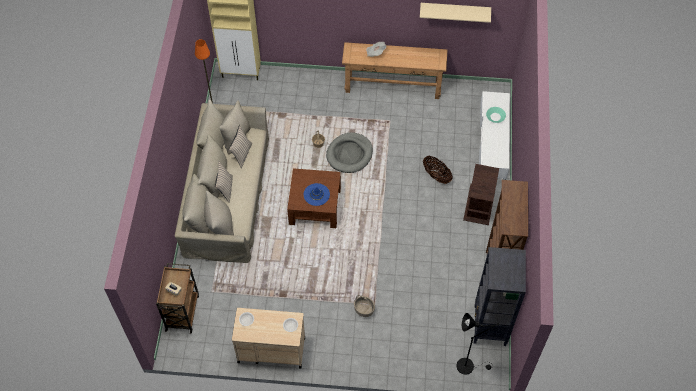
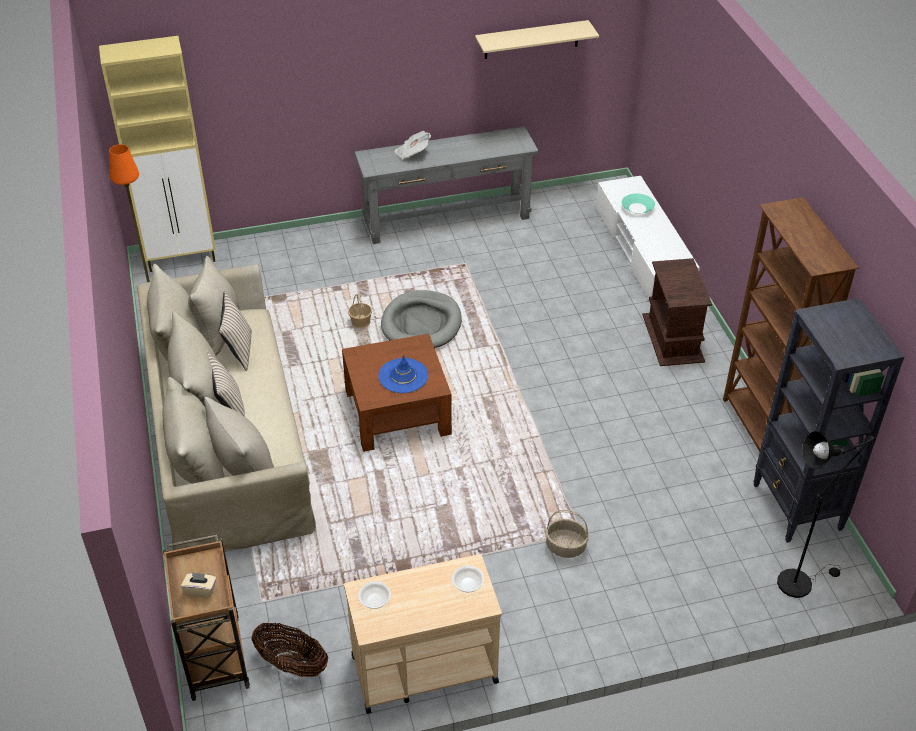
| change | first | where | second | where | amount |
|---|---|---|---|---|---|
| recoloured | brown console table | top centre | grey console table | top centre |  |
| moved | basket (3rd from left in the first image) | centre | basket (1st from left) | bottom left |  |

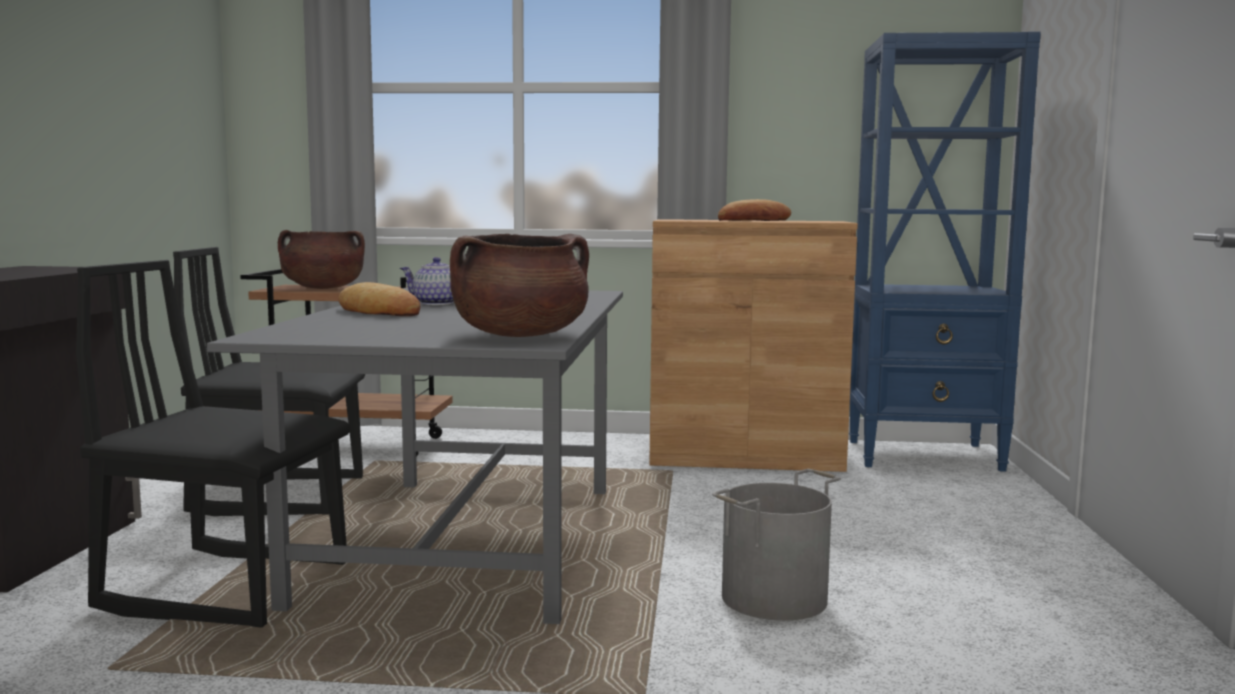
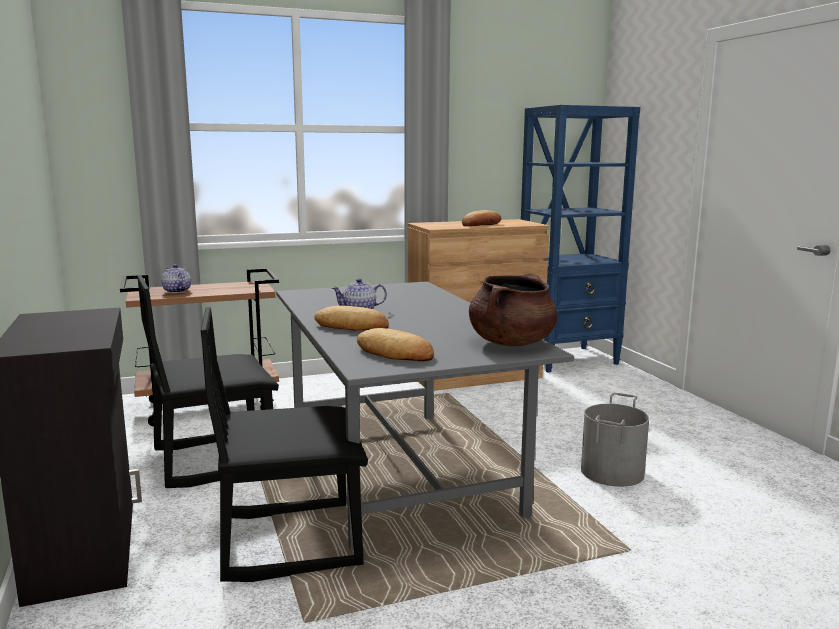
| change | first | where | second | where | amount |
|---|---|---|---|---|---|
| replaced | brown cooking pot (1st from left) | middle left | teapot (1st from left) | middle left |  |
| added |  |  | bread (2nd from left) | centre |  |

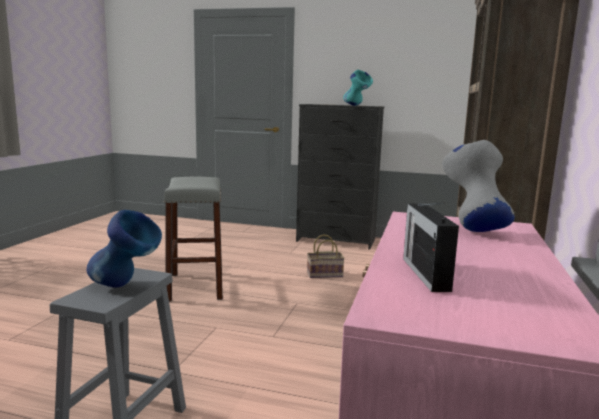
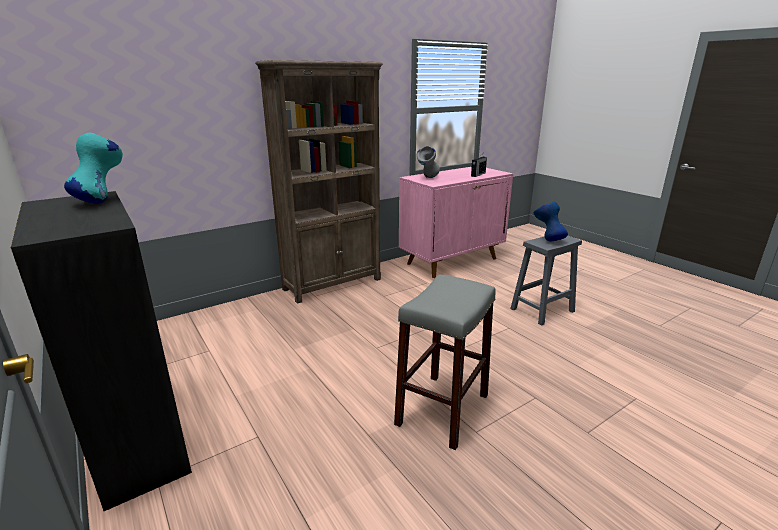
| change | first | where | second | where | amount |
|---|---|---|---|---|---|
| removed | basket | centre |  |  |  |

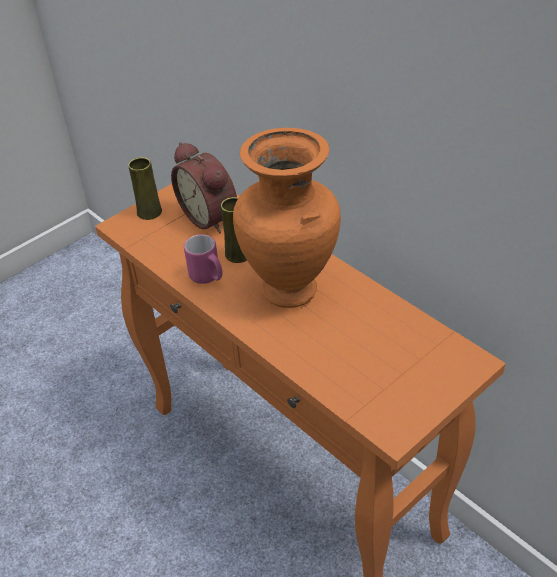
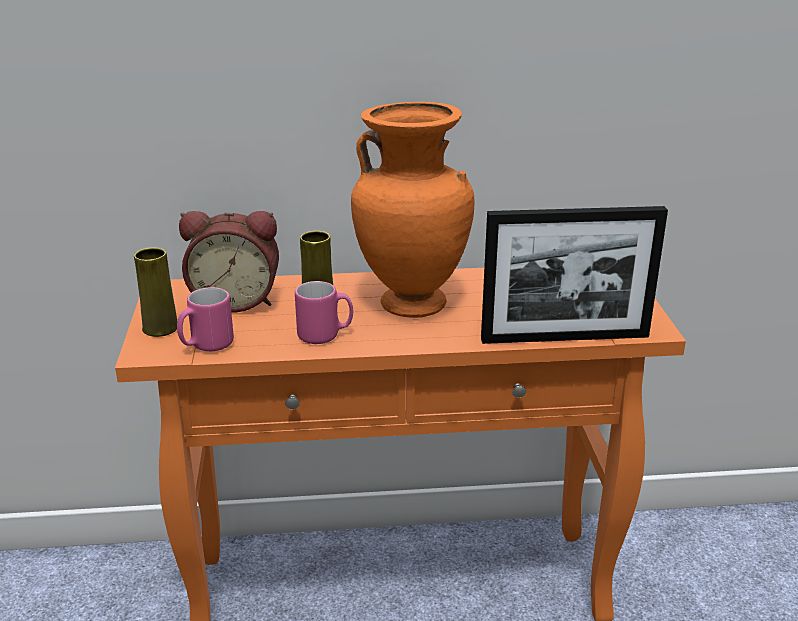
| change | first | where | second | where | amount |
|---|---|---|---|---|---|
| added |  |  | picture frame | middle right |  |
| added |  |  | pink mug (1st from left) | middle left |  |

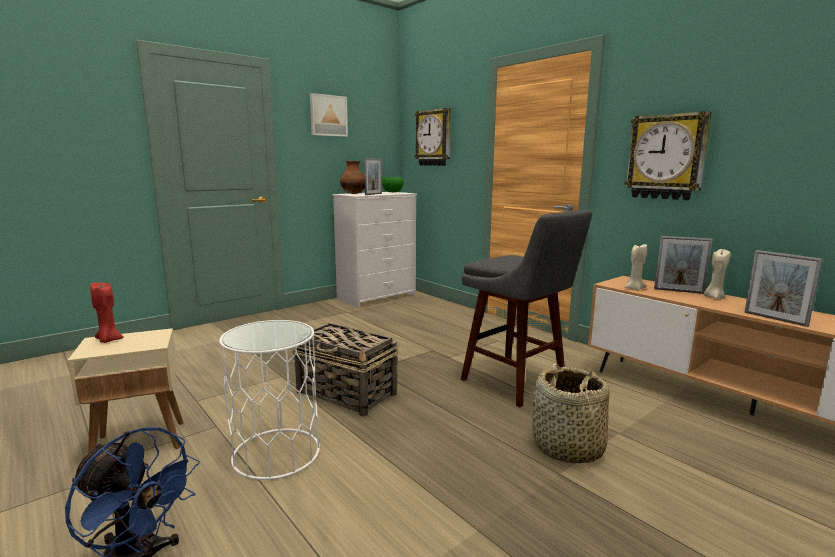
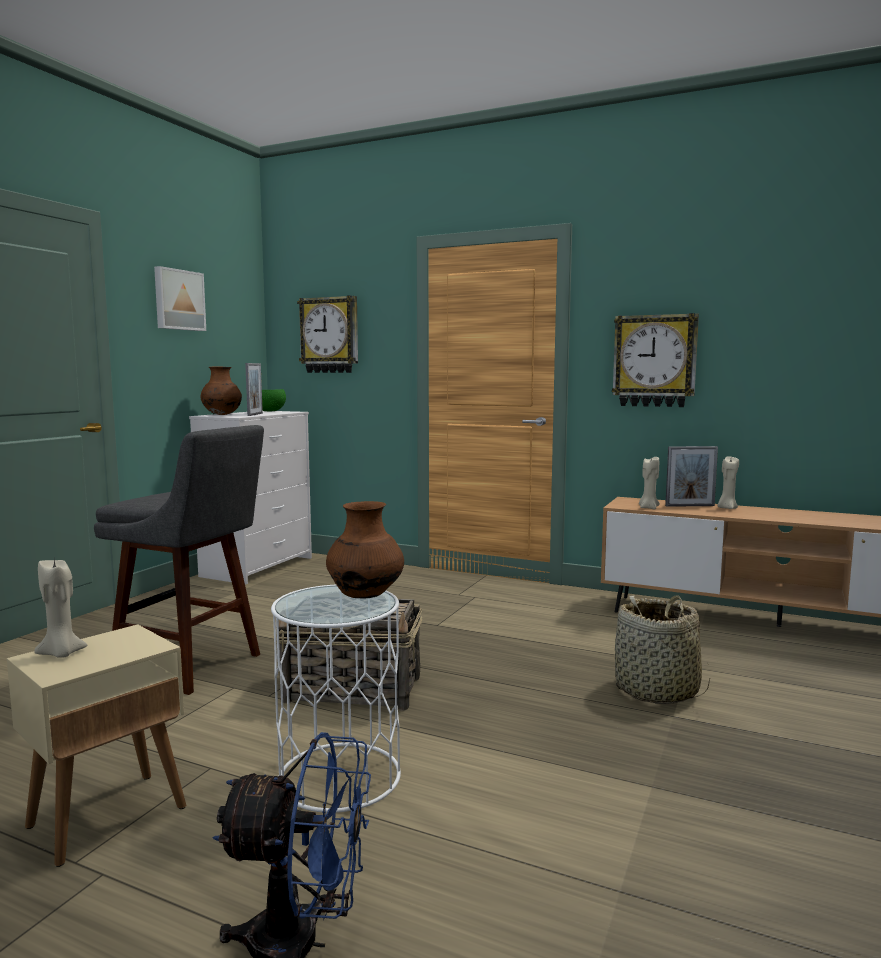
| change | first | where | second | where | amount |
|---|---|---|---|---|---|
| moved | grey stool | centre |  | middle left |  |
| removed | picture frame (3rd from left) | middle right |  |  |  |
| recoloured | red candle | middle left | beige candle (1st from left) | middle left |  |
| added |  |  | brown vase (2nd from left) | centre |  |

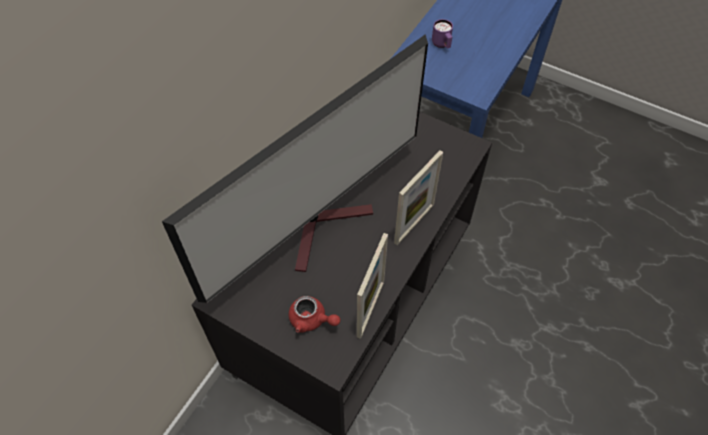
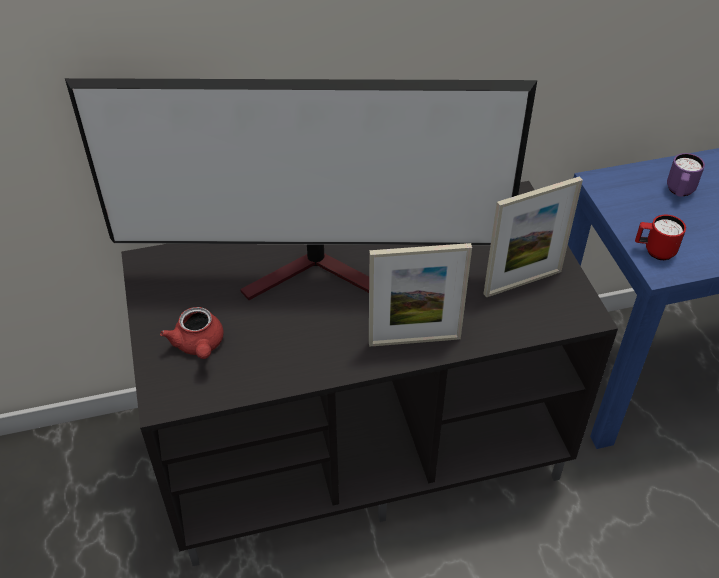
| change | first | where | second | where | amount |
|---|---|---|---|---|---|
| moved | picture frame (1st from left in the first image) | centre | picture frame (2nd from left) | middle right |  |
| added |  |  | red mug | middle right |  |

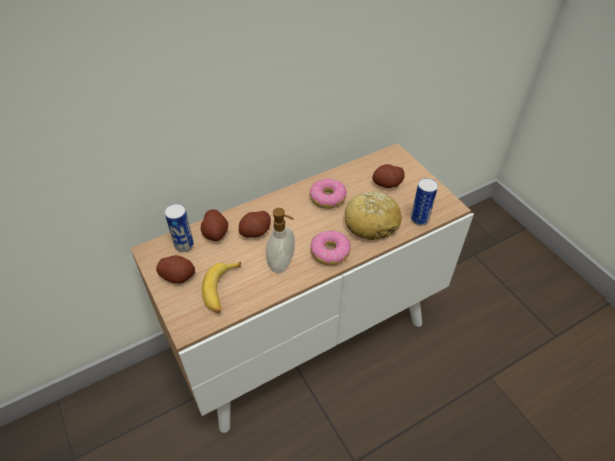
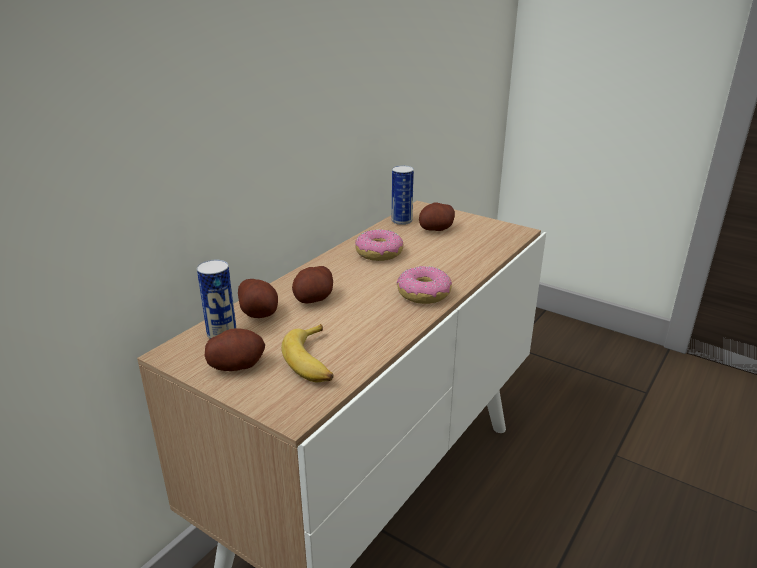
| change | first | where | second | where | amount |
|---|---|---|---|---|---|
| moved | can (2nd from left) | middle right |  | centre |  |
| removed | bread | centre |  |  |  |
| removed | soap dispenser | centre |  |  |  |

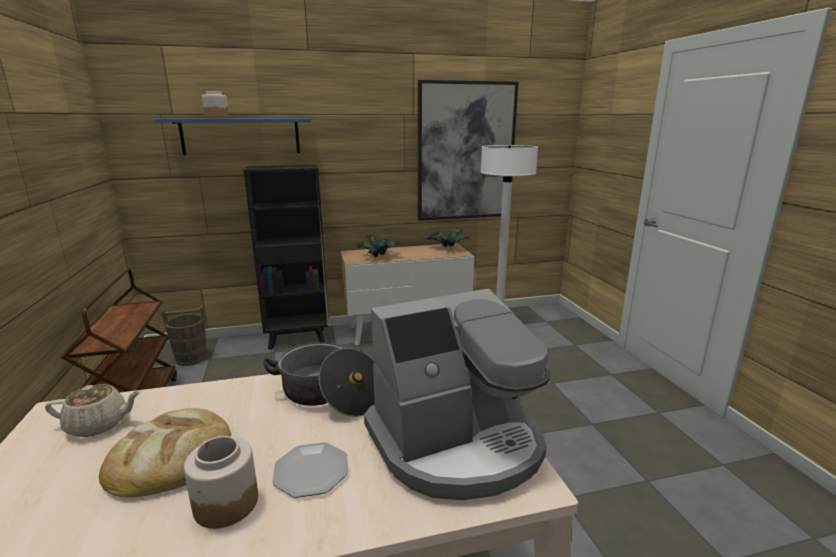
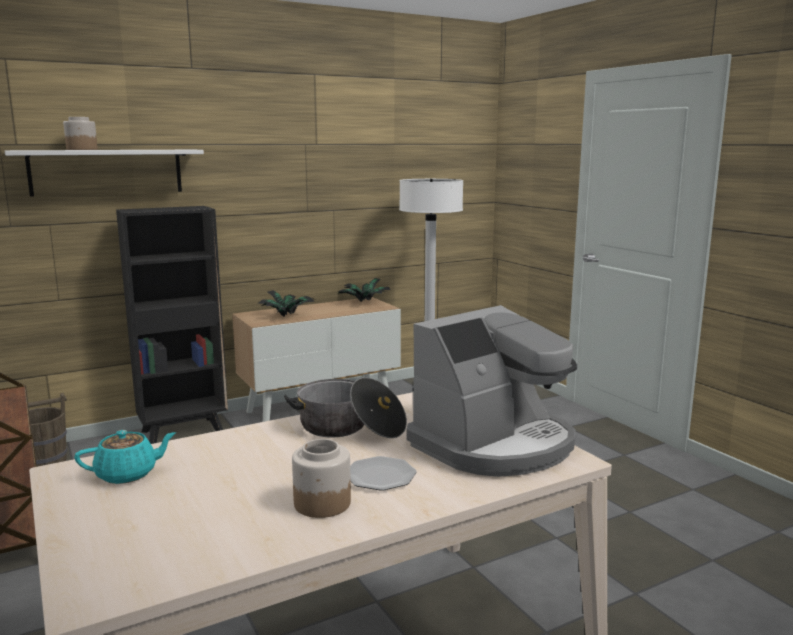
| change | first | where | second | where | amount |
|---|---|---|---|---|---|
| removed | picture | top centre |  |  |  |
| recoloured | blue shelf | top left | white shelf | top left |  |
| recoloured | beige teapot | bottom left | turquoise teapot | bottom left |  |
| removed | bread | bottom left |  |  |  |

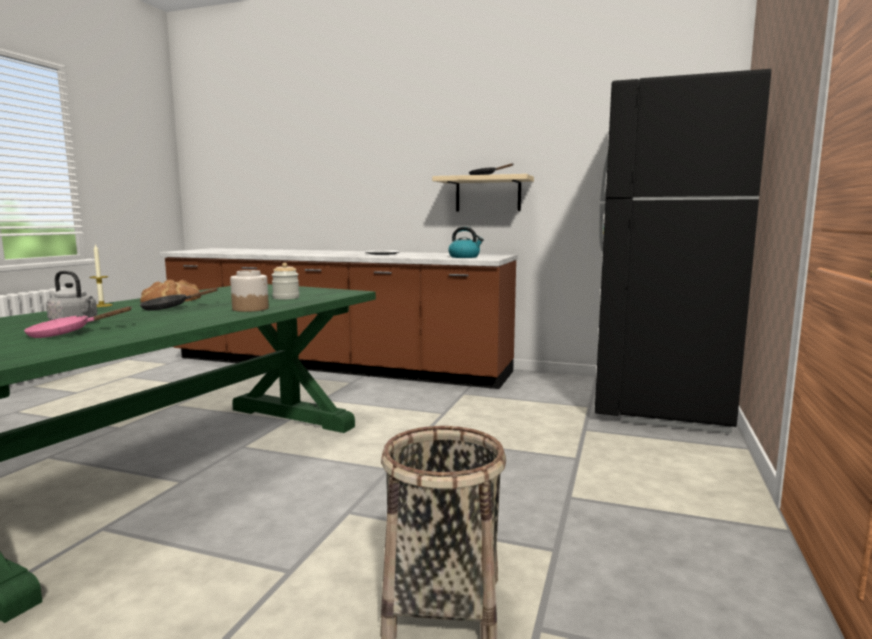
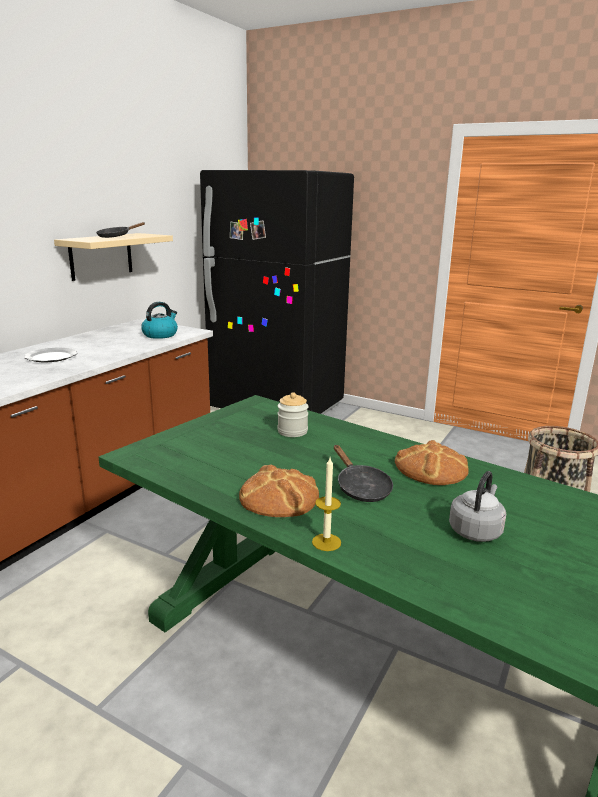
| change | first | where | second | where | amount |
|---|---|---|---|---|---|
| removed | jar (1st from left) | middle left |  |  |  |
| removed | pink frying pan | middle left |  |  |  |
| added |  |  | bread (2nd from left) | middle right |  |

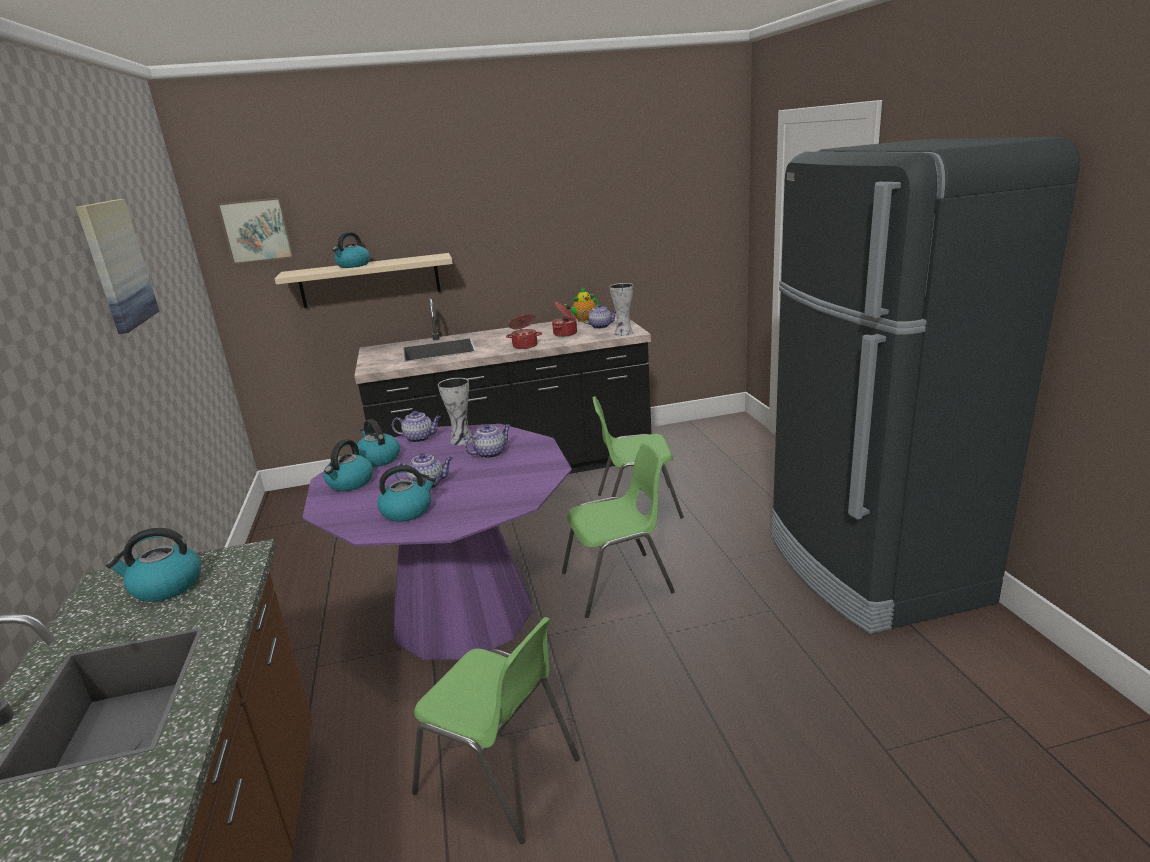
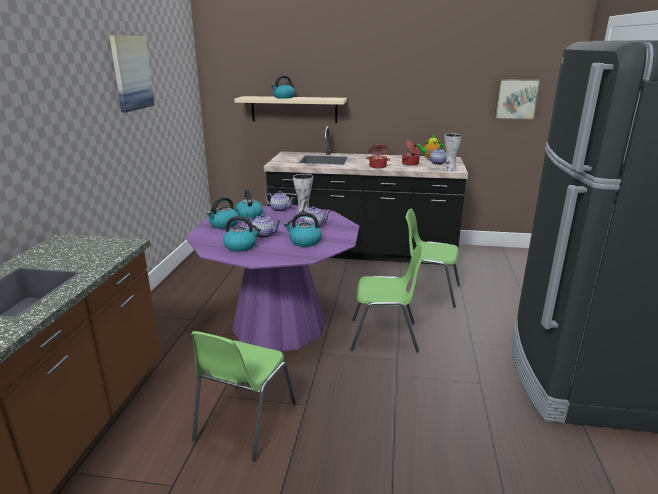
| change | first | where | second | where | amount |
|---|---|---|---|---|---|
| moved | picture (2nd from left) | top left |  | top right |  |
| moved | kettle (1st from left in the first image) | middle left | kettle (5th from left) | centre |  |
| turned | green chair (1st from left) | bottom centre |  | bottom centre | 60 degrees clockwise |

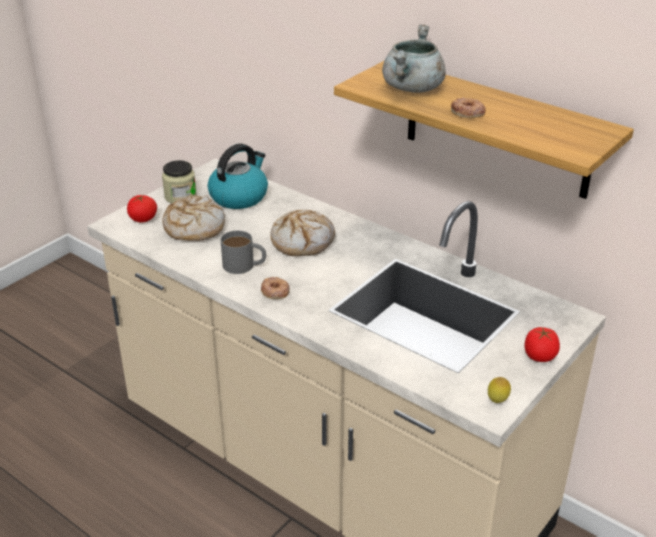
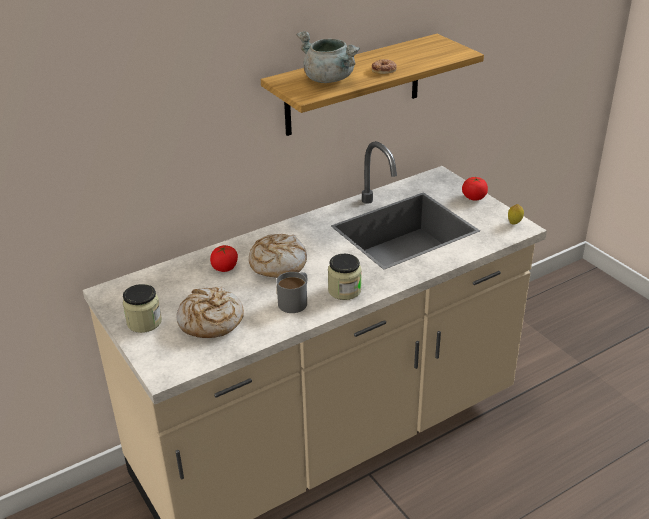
| change | first | where | second | where | amount |
|---|---|---|---|---|---|
| removed | kettle | top centre |  |  |  |
| moved | tomato (1st from left) | middle left |  | centre |  |
| replaced | donut (1st from left) | centre | jar (2nd from left) | centre |  |

